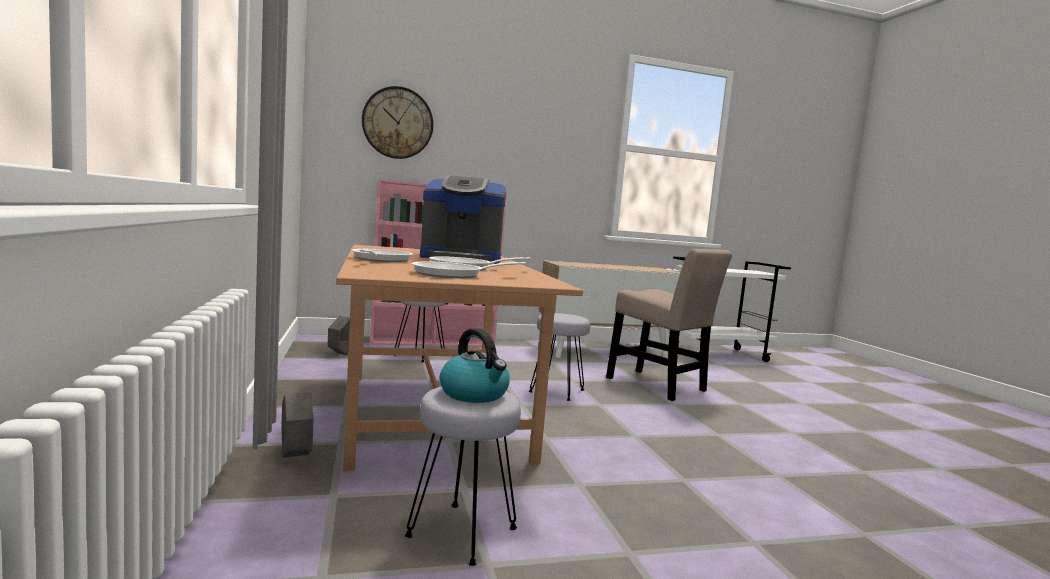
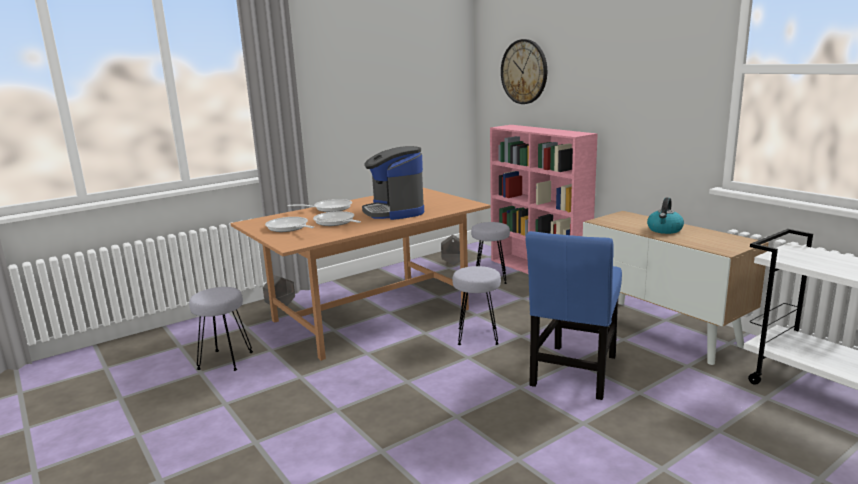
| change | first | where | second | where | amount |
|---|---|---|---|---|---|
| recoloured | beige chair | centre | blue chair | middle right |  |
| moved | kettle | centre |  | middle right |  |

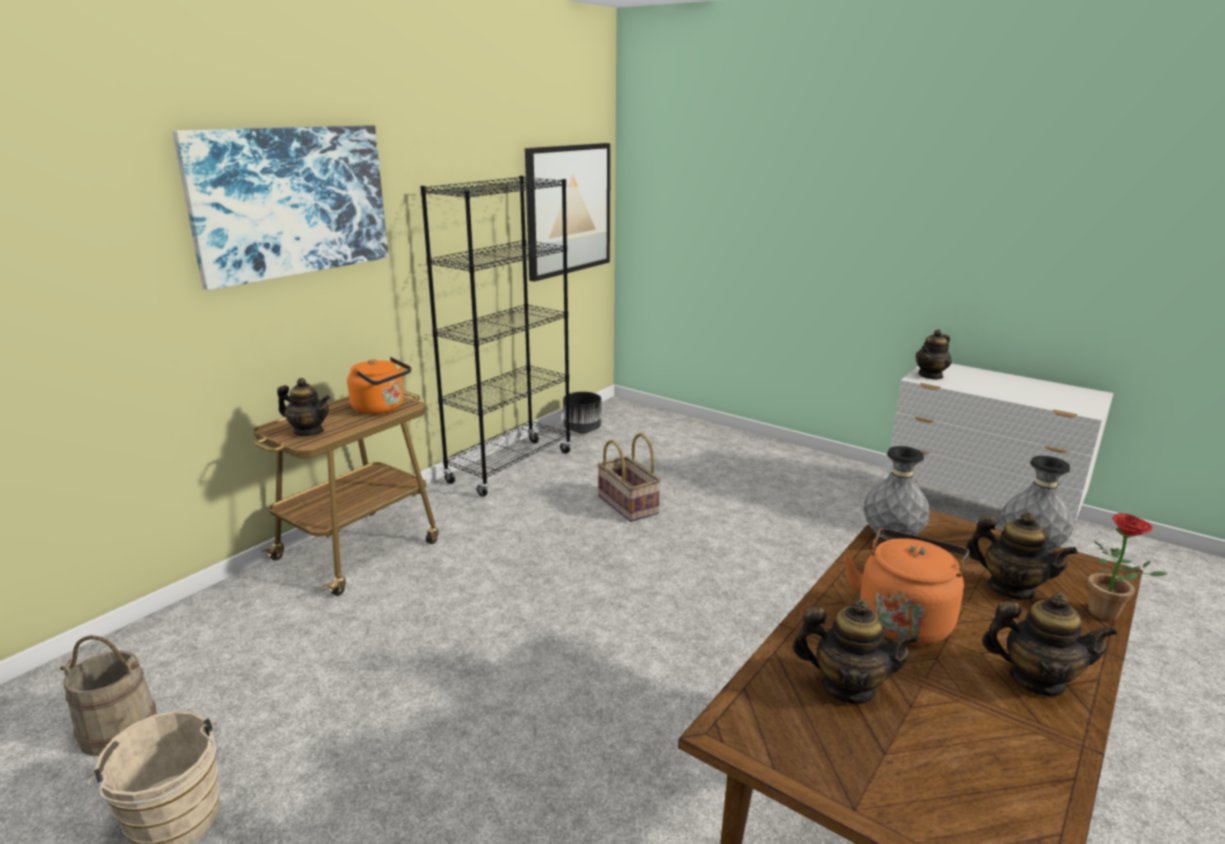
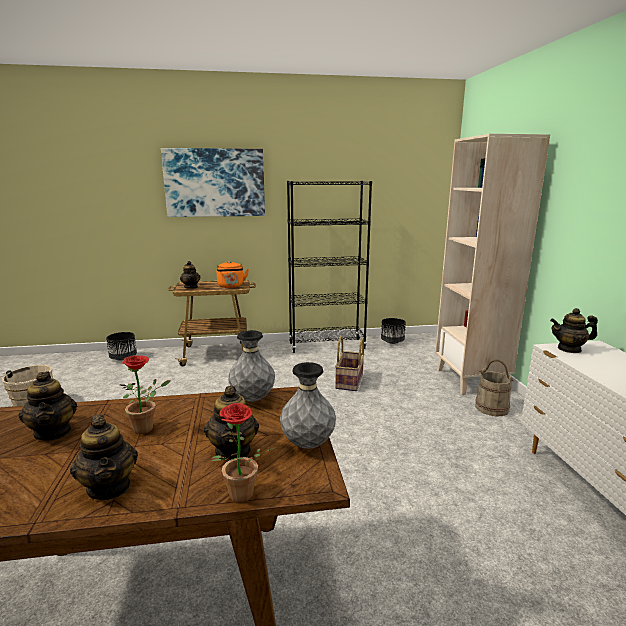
| change | first | where | second | where | amount |
|---|---|---|---|---|---|
| removed | picture (2nd from left) | top centre |  |  |  |
| replaced | orange kettle (2nd from left) | bottom right | potted plant (1st from left) | middle left |  |
| moved | beige bucket (1st from left in the first image) | bottom left | beige bucket (2nd from left) | middle right |  |
| added |  |  | beige bookcase | middle right |  |
| added |  |  | black planter (1st from left) | middle left |  |

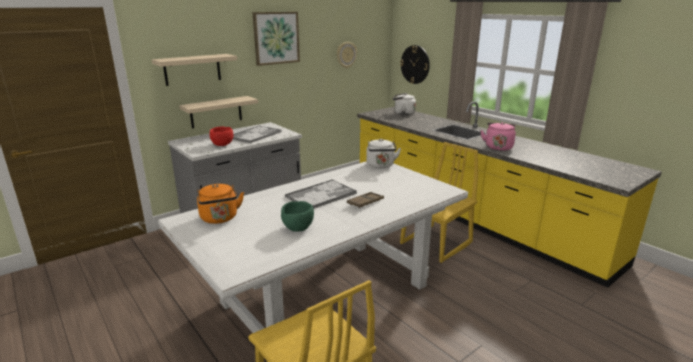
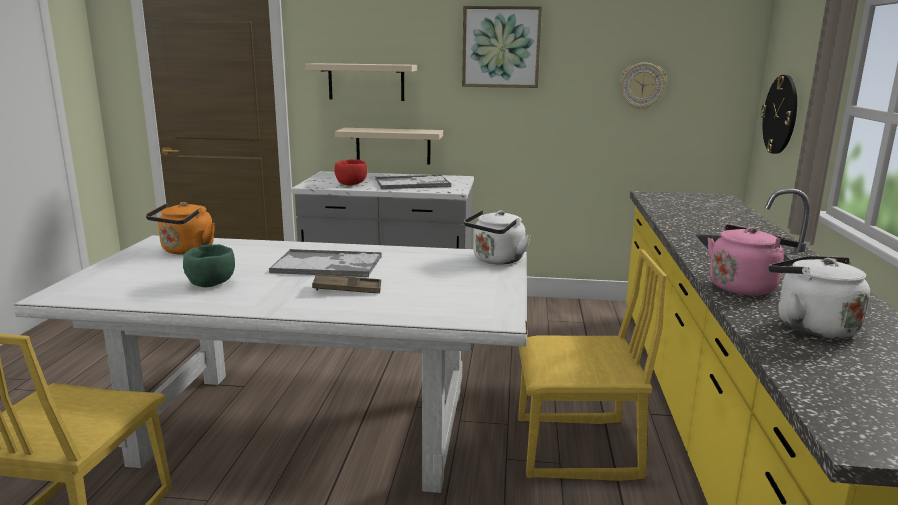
| change | first | where | second | where | amount |
|---|---|---|---|---|---|
| moved | white kettle (2nd from left) | top centre |  | middle right |  |

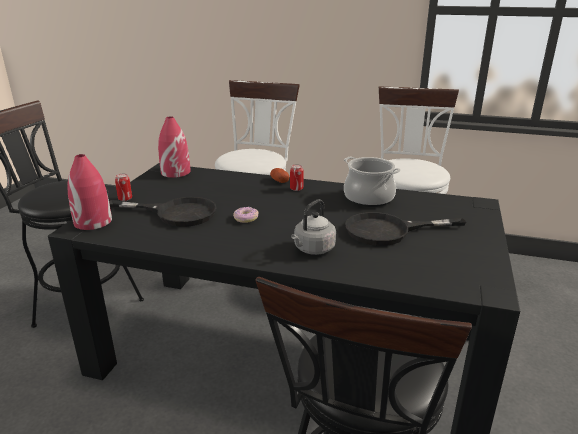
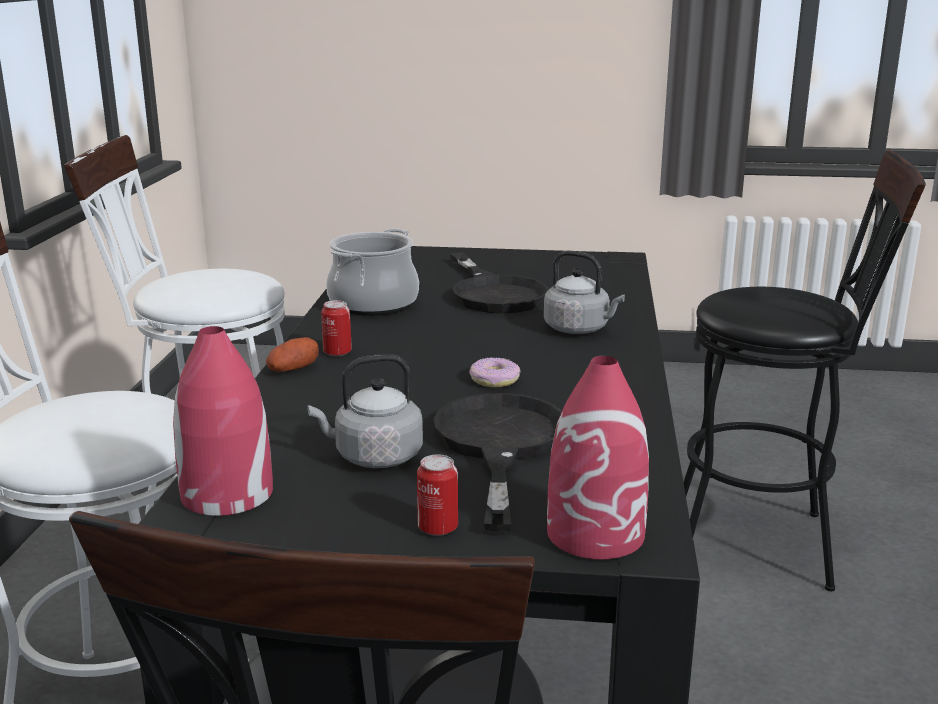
| change | first | where | second | where | amount |
|---|---|---|---|---|---|
| added |  |  | grey kettle (1st from left) | centre |  |

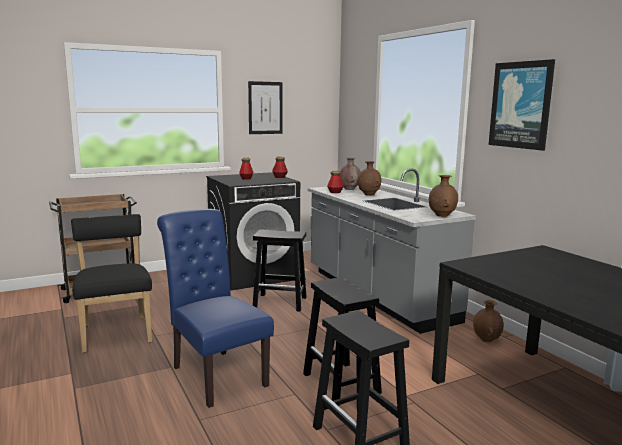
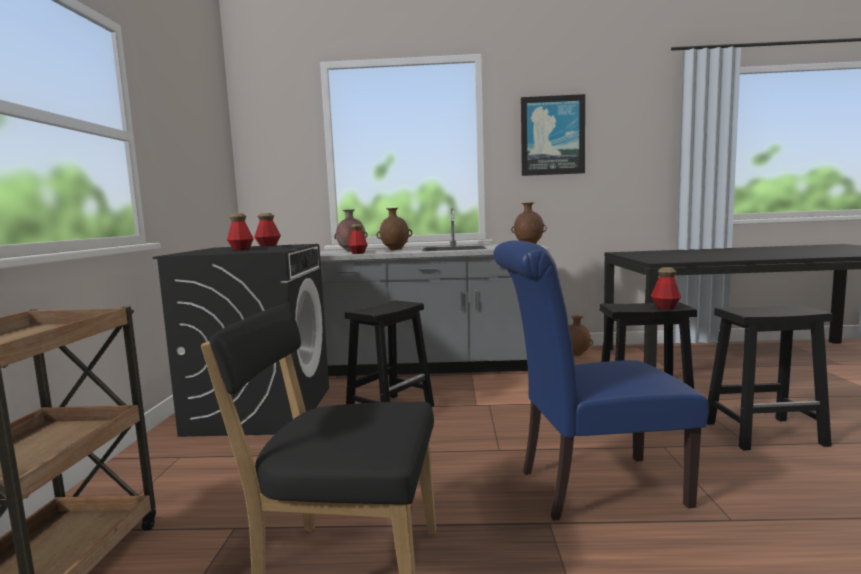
| change | first | where | second | where | amount |
|---|---|---|---|---|---|
| removed | picture (1st from left) | top centre |  |  |  |
| added |  |  | bottle (4th from left) | middle right |  |

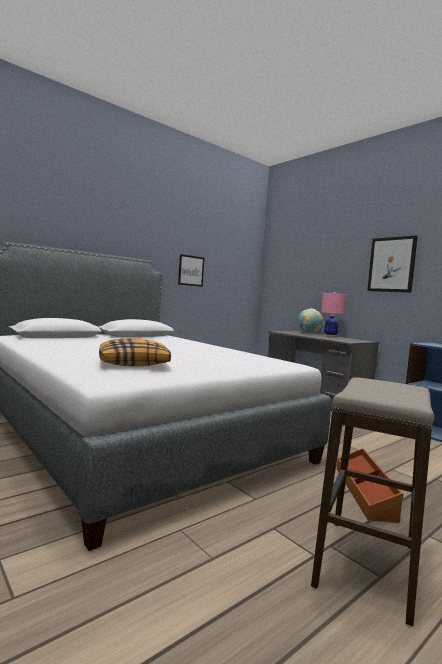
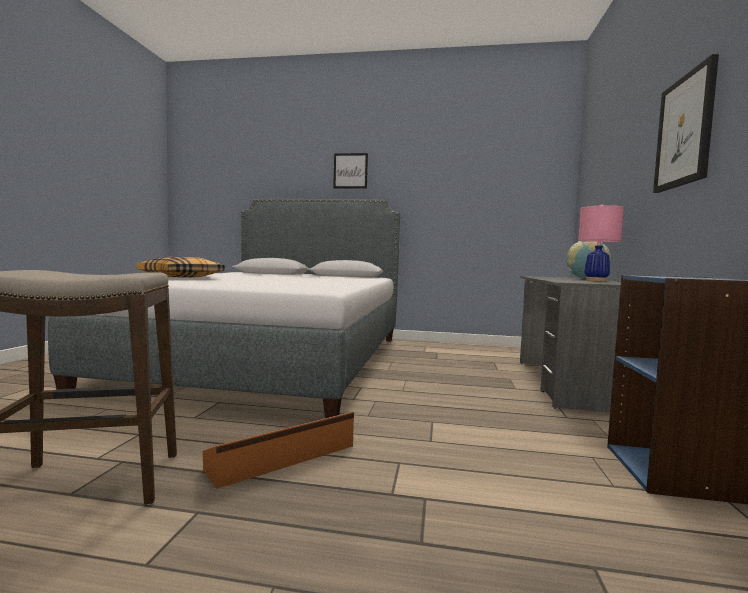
| change | first | where | second | where | amount |
|---|---|---|---|---|---|
| moved | picture (1st from left) | centre |  | top centre |  |

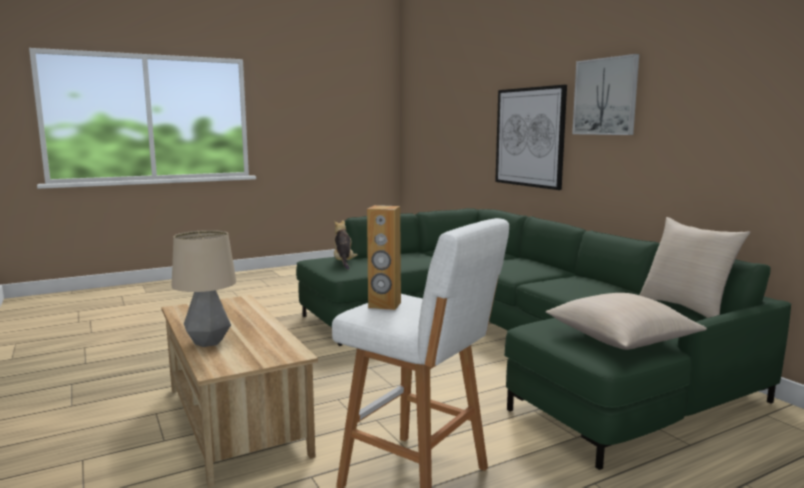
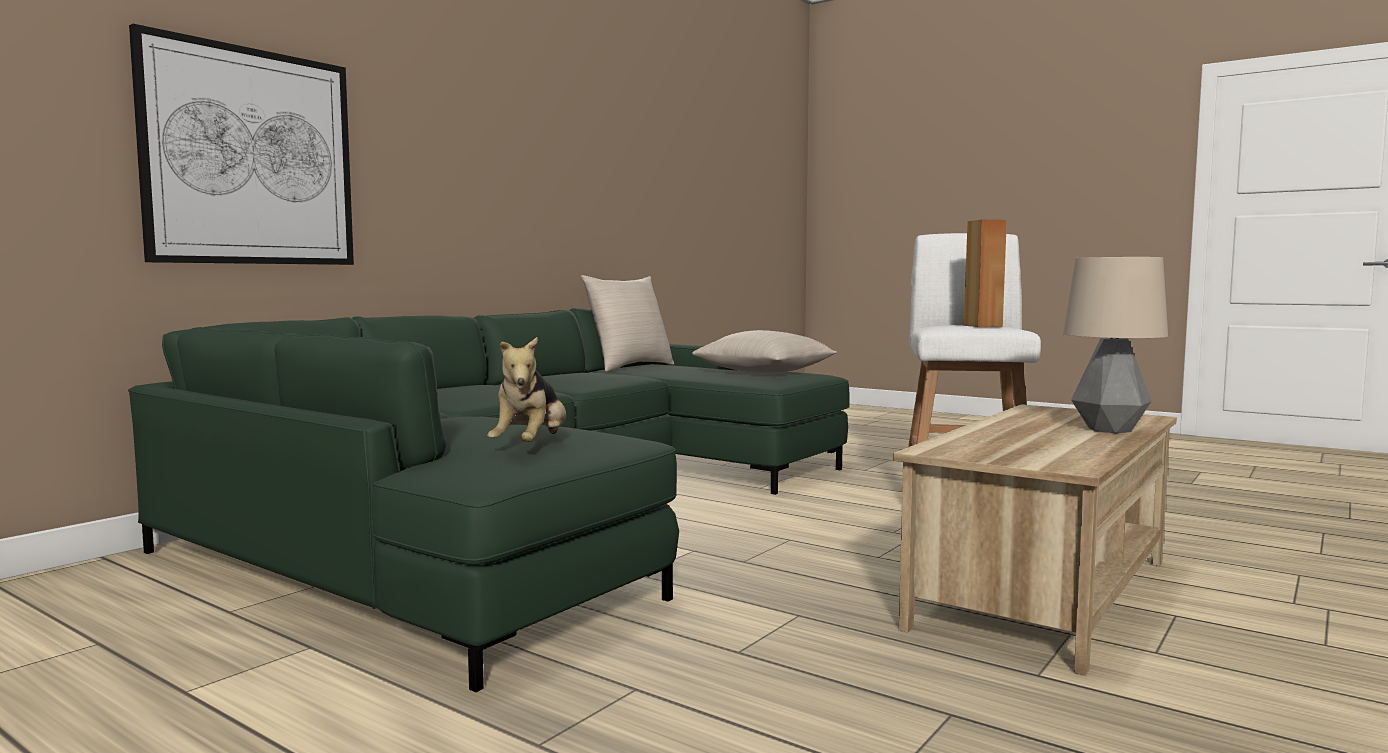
| change | first | where | second | where | amount |
|---|---|---|---|---|---|
| removed | picture (2nd from left) | top right |  |  |  |
| turned | plush toy | centre |  | centre | 45 degrees counterclockwise |

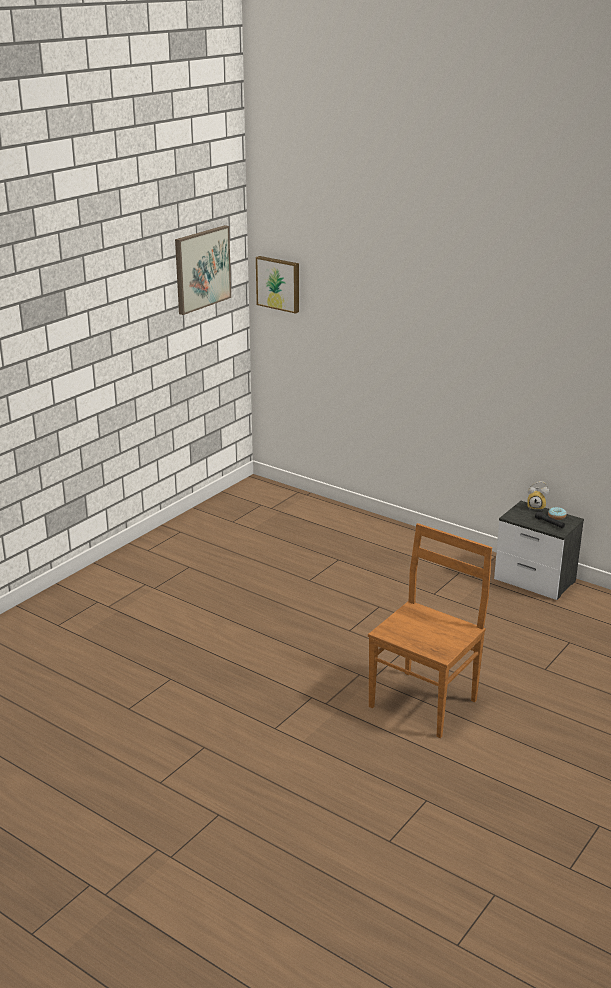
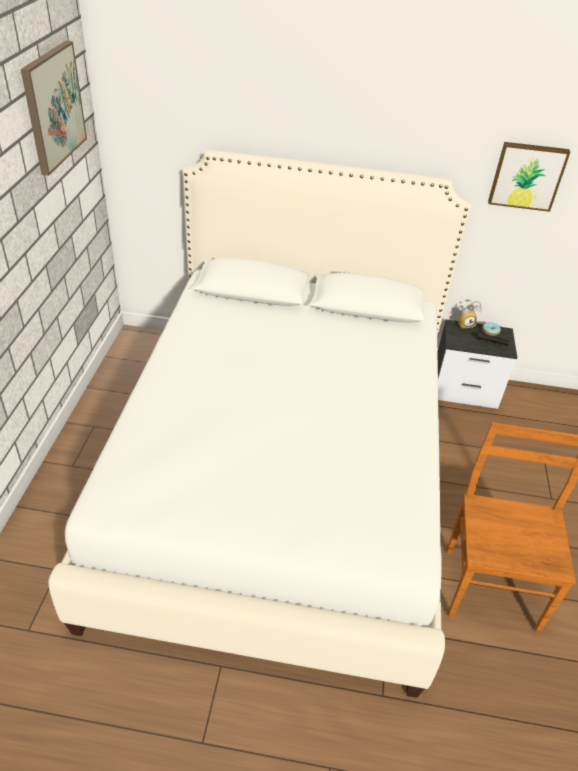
| change | first | where | second | where | amount |
|---|---|---|---|---|---|
| moved | picture (2nd from left) | top centre |  | top right |  |
| added |  |  | white bed | centre |  |

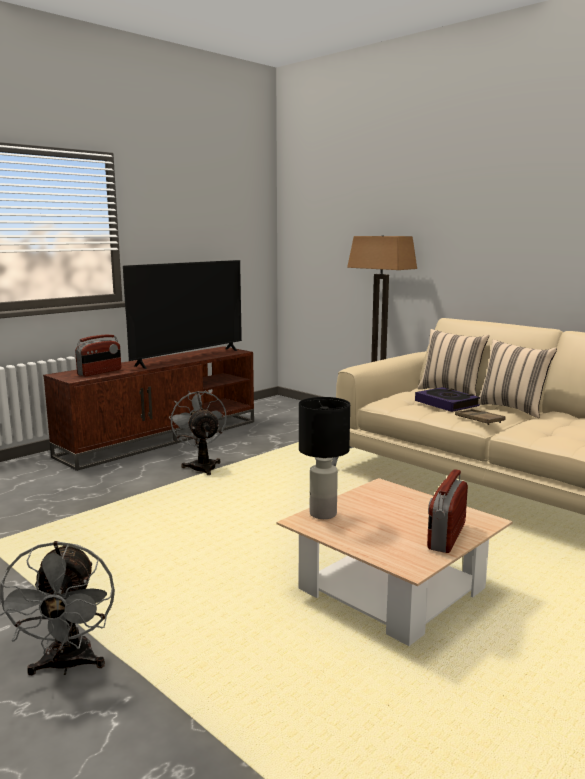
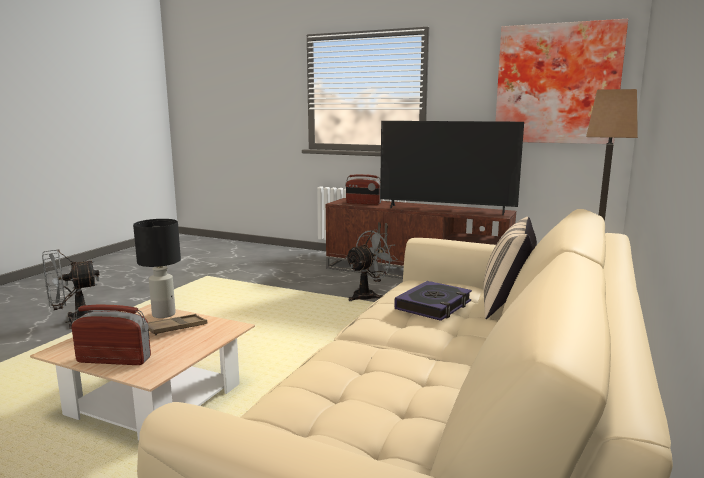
| change | first | where | second | where | amount |
|---|---|---|---|---|---|
| removed | beige pillow (2nd from left) | middle right |  |  |  |
| moved | brown tray | middle right |  | bottom left |  |
| added |  |  | picture | top right |  |

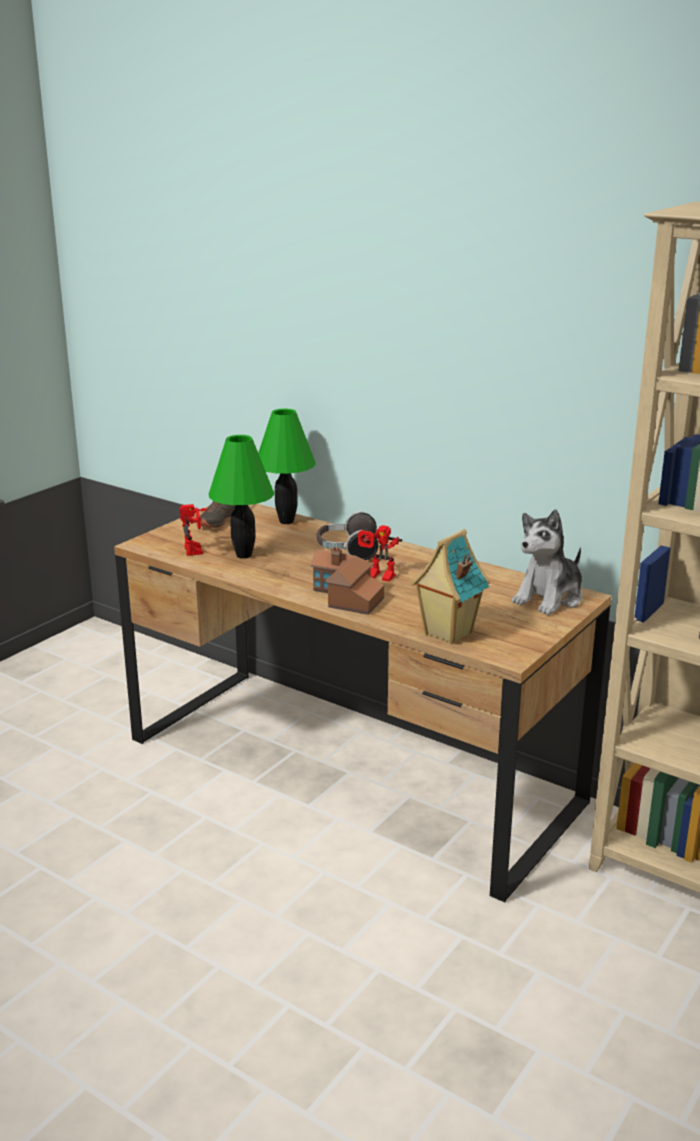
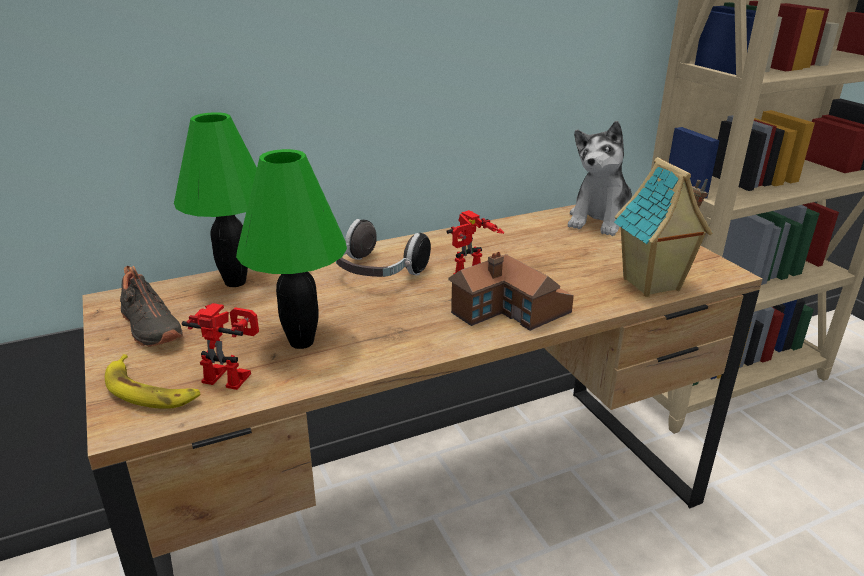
| change | first | where | second | where | amount |
|---|---|---|---|---|---|
| turned | plush toy | middle right |  | top right | 45 degrees clockwise |
| added |  |  | banana | middle left |  |

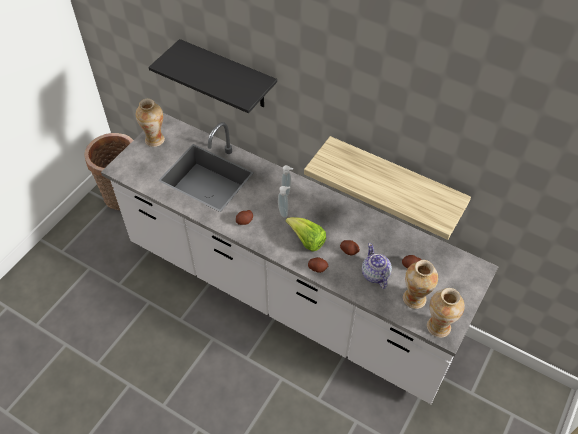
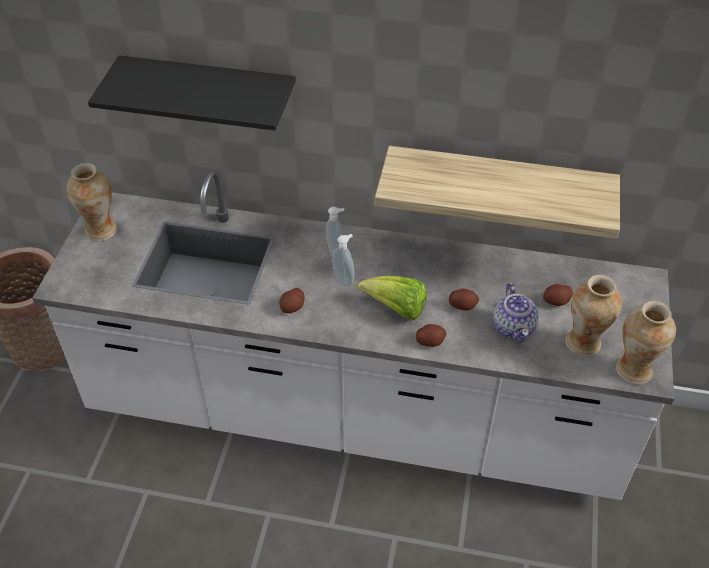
| change | first | where | second | where | amount |
|---|---|---|---|---|---|
| turned | teapot | centre |  | middle right | 150 degrees counterclockwise |

